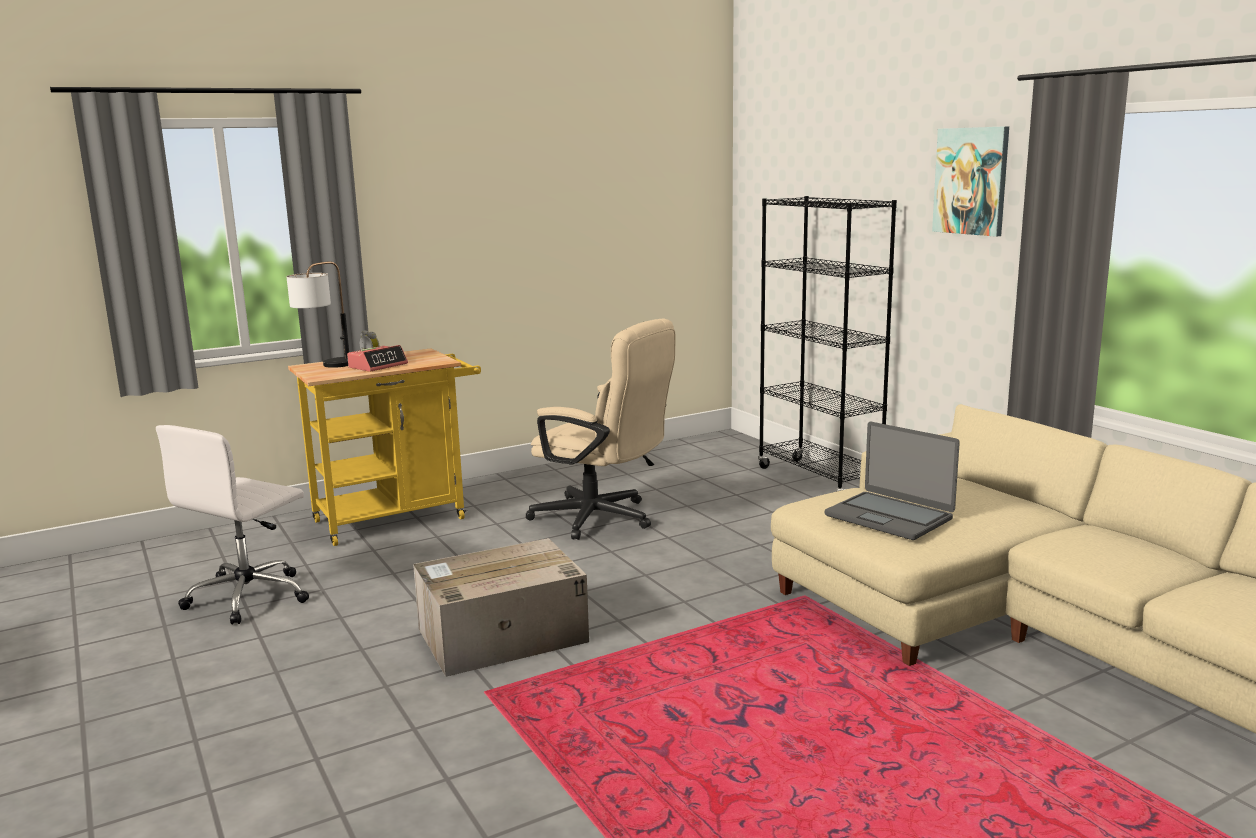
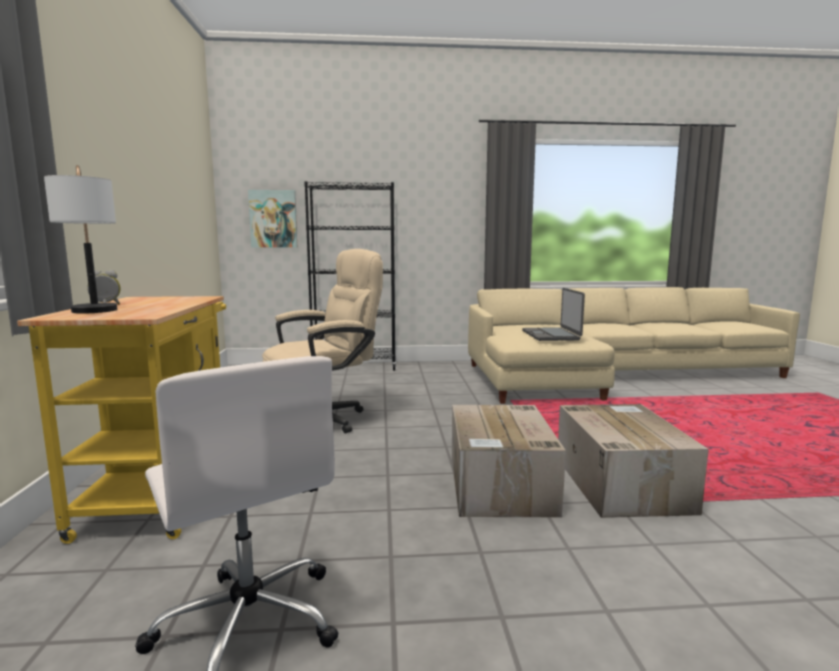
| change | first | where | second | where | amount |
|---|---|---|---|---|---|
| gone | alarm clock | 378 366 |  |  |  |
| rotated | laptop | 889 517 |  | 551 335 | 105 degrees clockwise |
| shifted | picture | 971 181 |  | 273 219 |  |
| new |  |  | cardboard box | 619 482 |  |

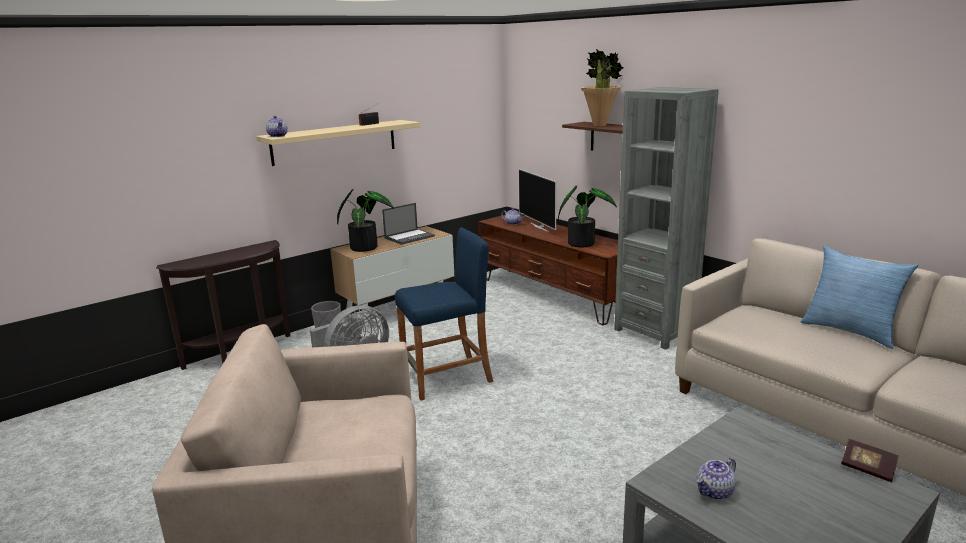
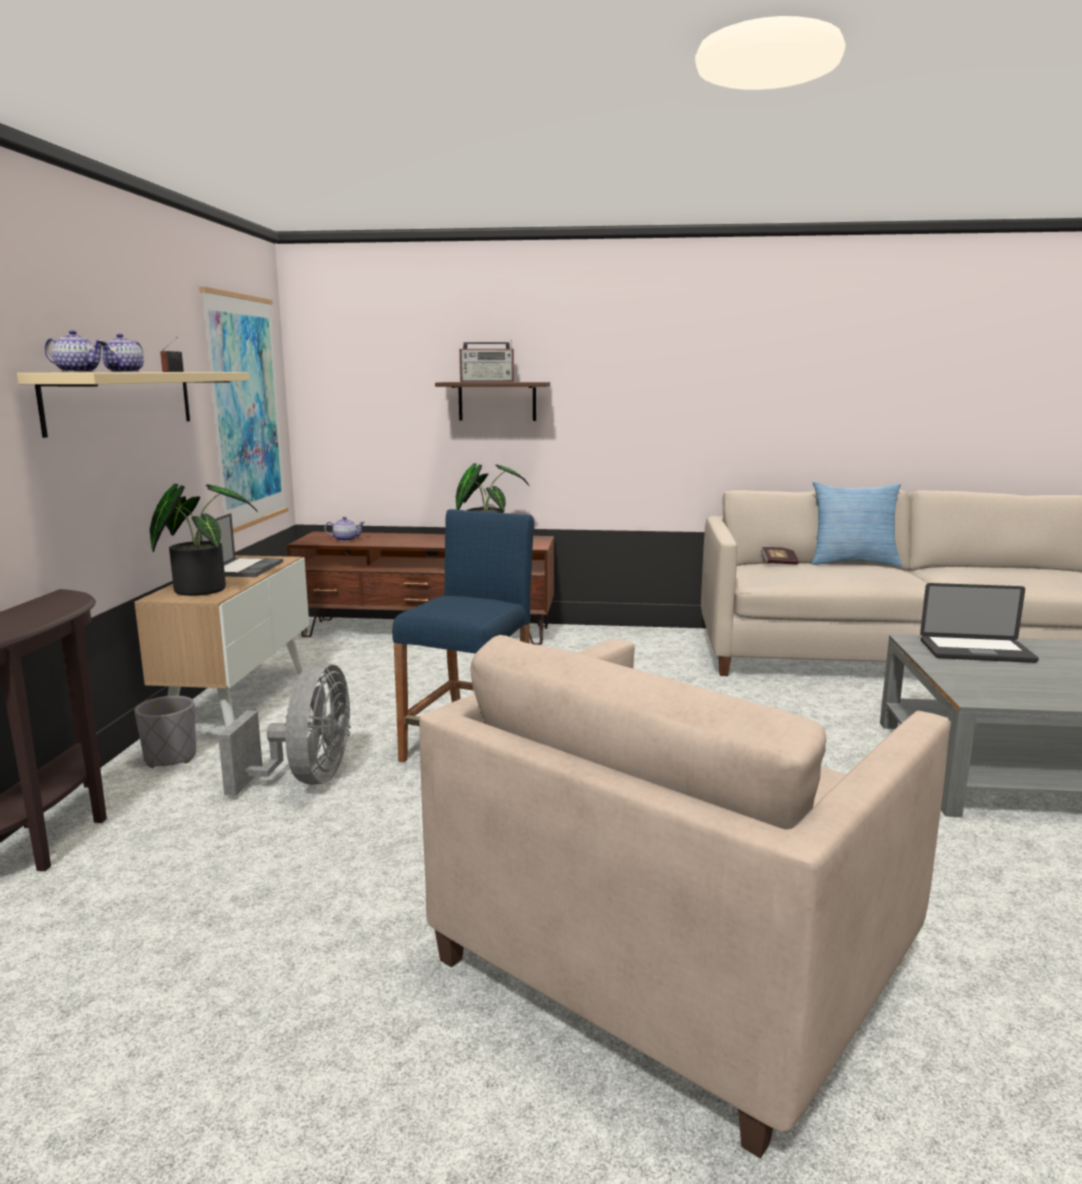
| change | first | where | second | where | amount |
|---|---|---|---|---|---|
| gone | television | 539 227 |  |  |  |
| swapped | potted plant | 600 125 | radio | 487 381 |  |
| gone | grey bookcase | 655 331 |  |  |  |
| shifted | teapot | 715 492 |  | 125 372 |  |
| shifted | book | 867 468 |  | 779 563 |  |
| new |  |  | picture | 245 411 |  |
| new |  |  | laptop | 976 651 |  |

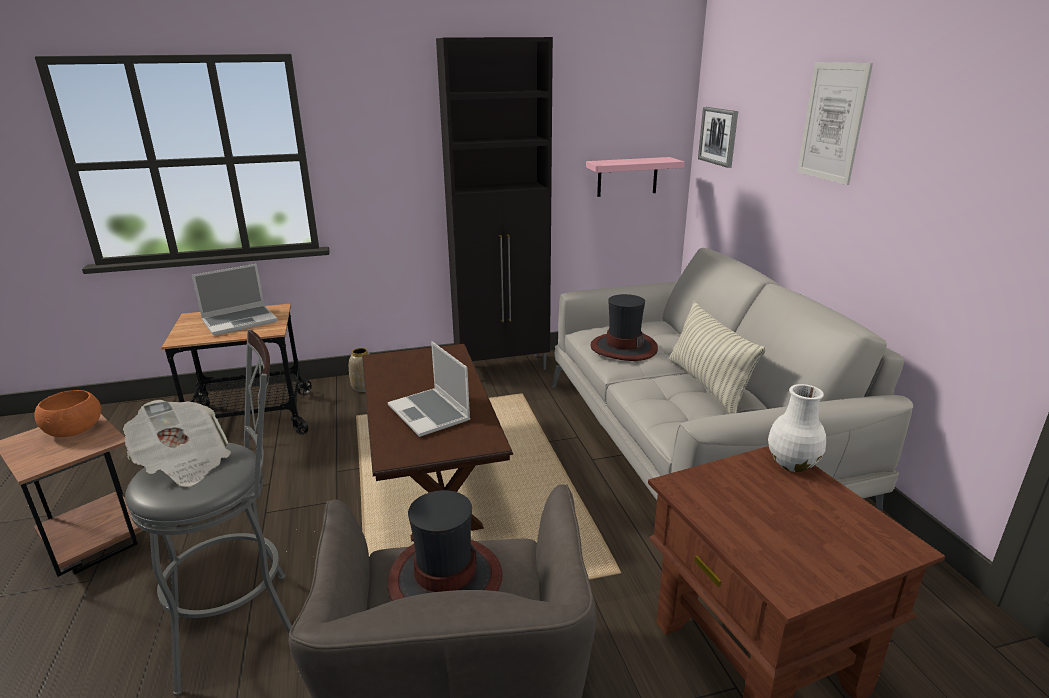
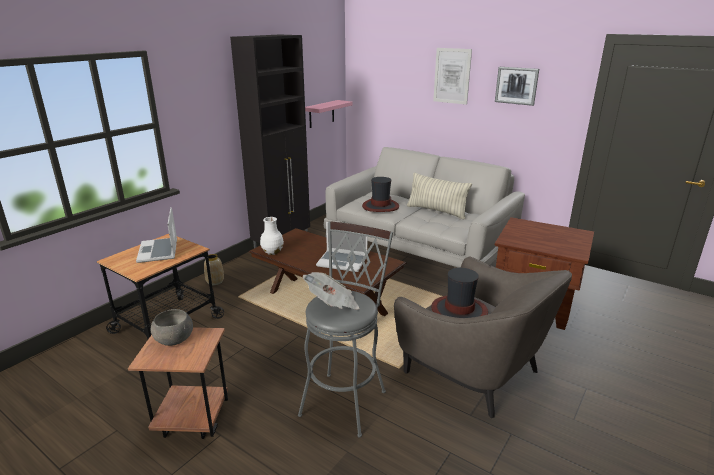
| change | first | where | second | where | amount |
|---|---|---|---|---|---|
| repainted | orange bowl | 74 430 | grey bowl | 174 339 |  |
| rotated | laptop | 240 321 |  | 159 251 | 150 degrees clockwise |
| shifted | picture | 718 136 |  | 516 85 |  |
| shifted | white vase | 791 464 |  | 272 252 |  |

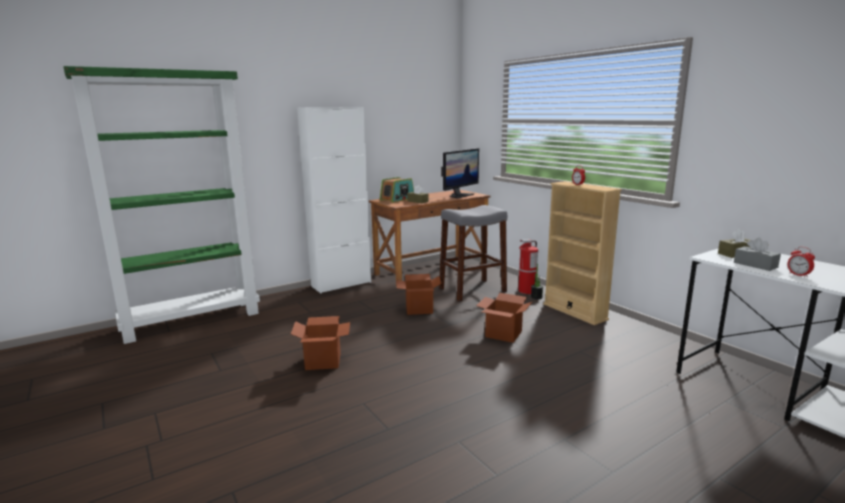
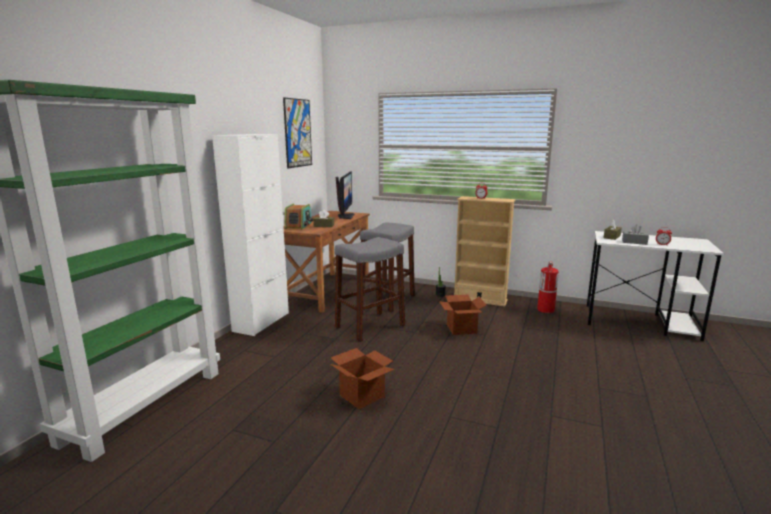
| change | first | where | second | where | amount |
|---|---|---|---|---|---|
| swapped | cardboard box | 419 309 | grey stool | 370 326 |  |
| shifted | fire extinguisher | 527 291 |  | 545 310 |  |
| new |  |  | picture | 298 133 |  |

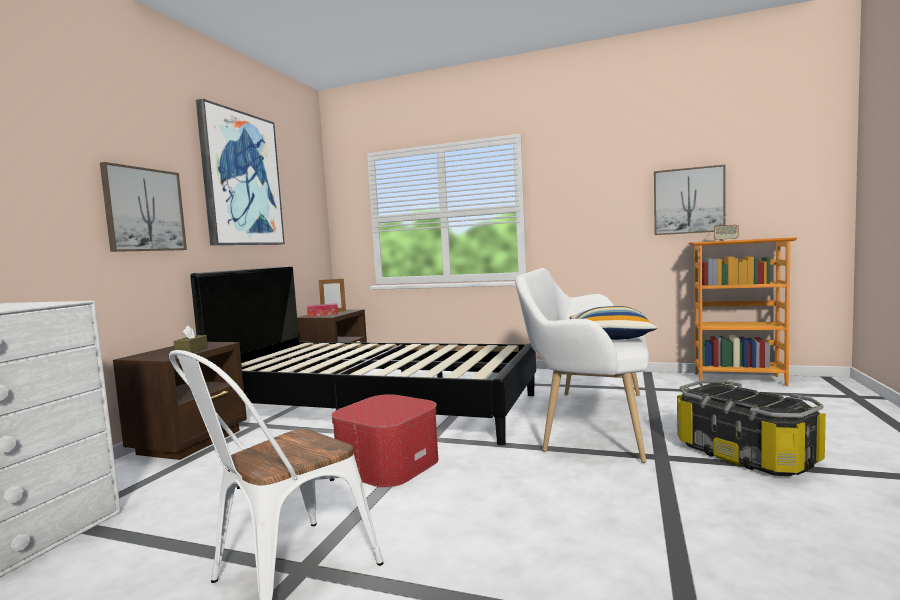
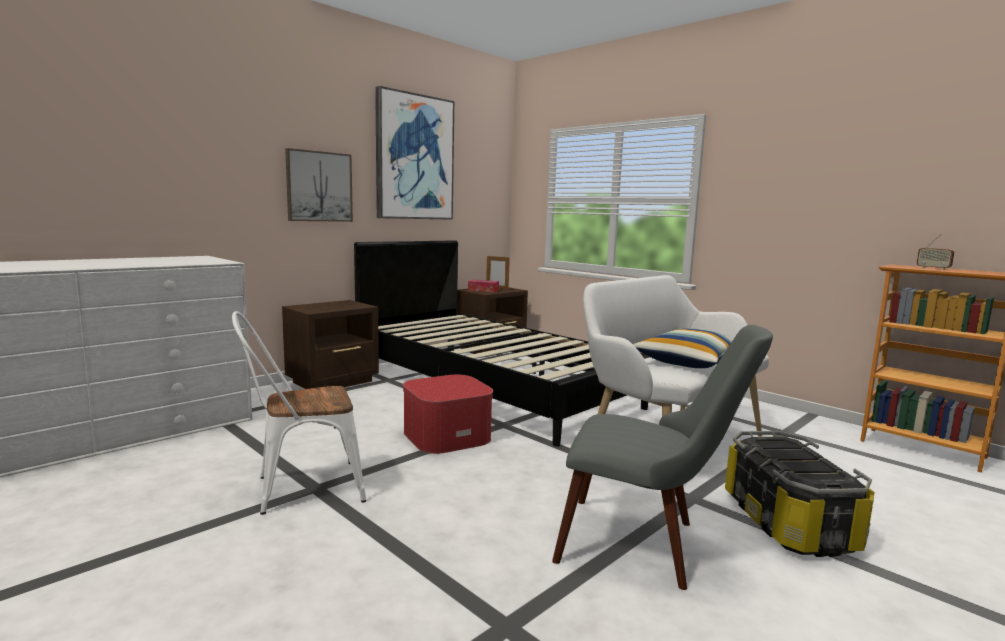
| change | first | where | second | where | amount |
|---|---|---|---|---|---|
| gone | brown tissue box | 191 351 |  |  |  |
| gone | picture | 688 201 |  |  |  |
| new |  |  | grey chair | 647 544 |  |

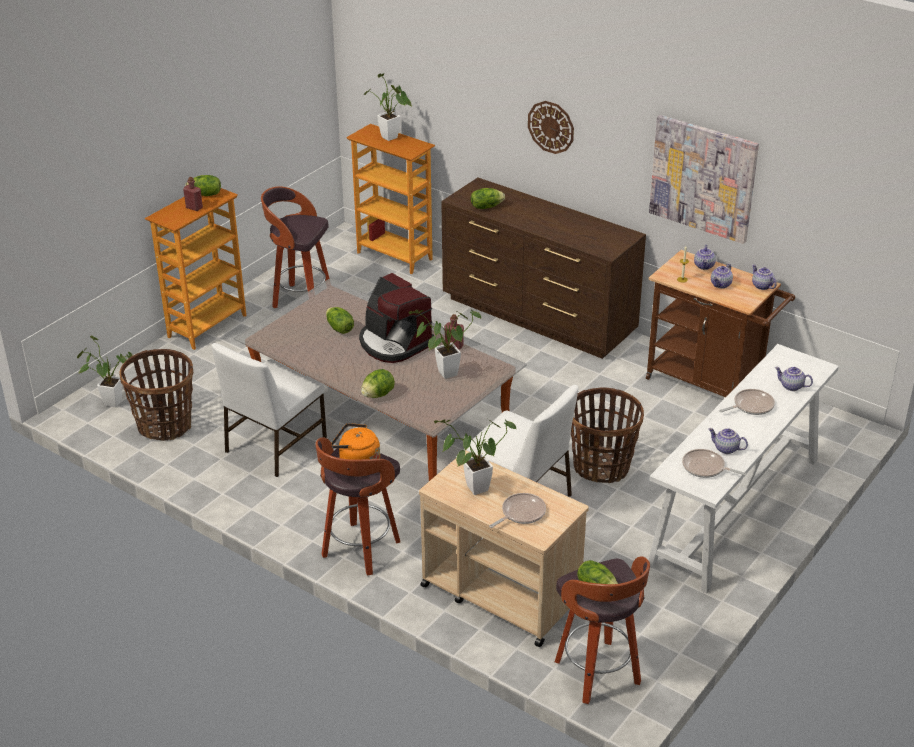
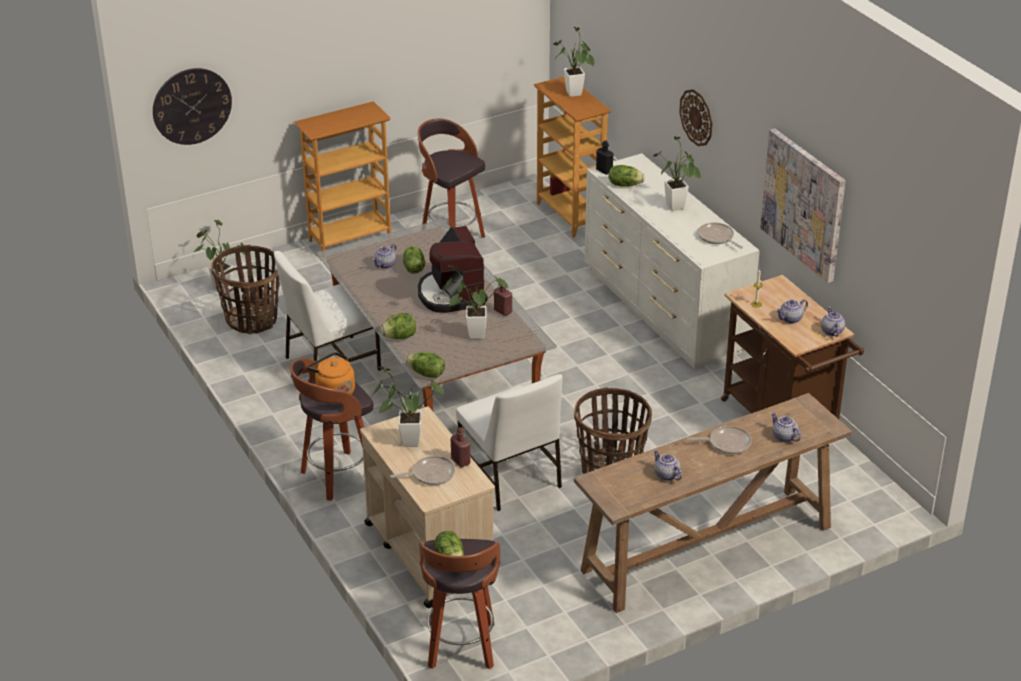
| change | first | where | second | where | amount |
|---|---|---|---|---|---|
| shifted | red bottle | 194 208 |  | 460 461 |  |
| shifted | lettuce | 205 195 |  | 426 374 |  |
| repainted | brown dresser | 538 317 | white dresser | 664 311 |  |
| repainted | white console table | 735 511 | brown console table | 706 549 |  |
| shifted | frying pan | 706 468 |  | 717 238 |  |
| shifted | teapot | 704 266 |  | 385 265 |  |
| new |  |  | wall clock | 192 106 |  |
| new |  |  | black bottle | 604 171 |  |
| new |  |  | potted plant | 676 209 |  |

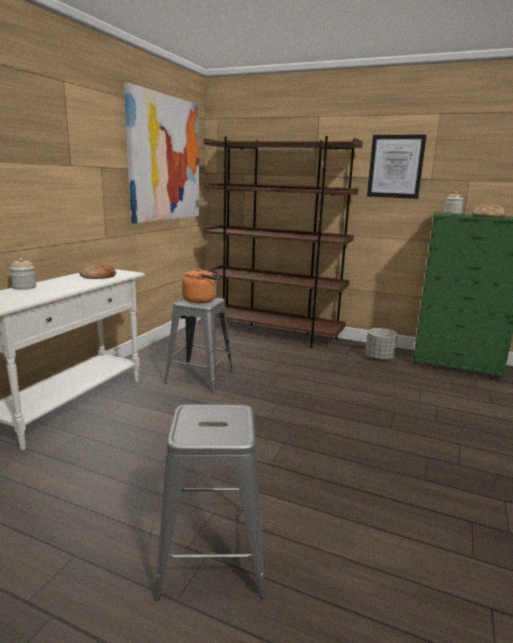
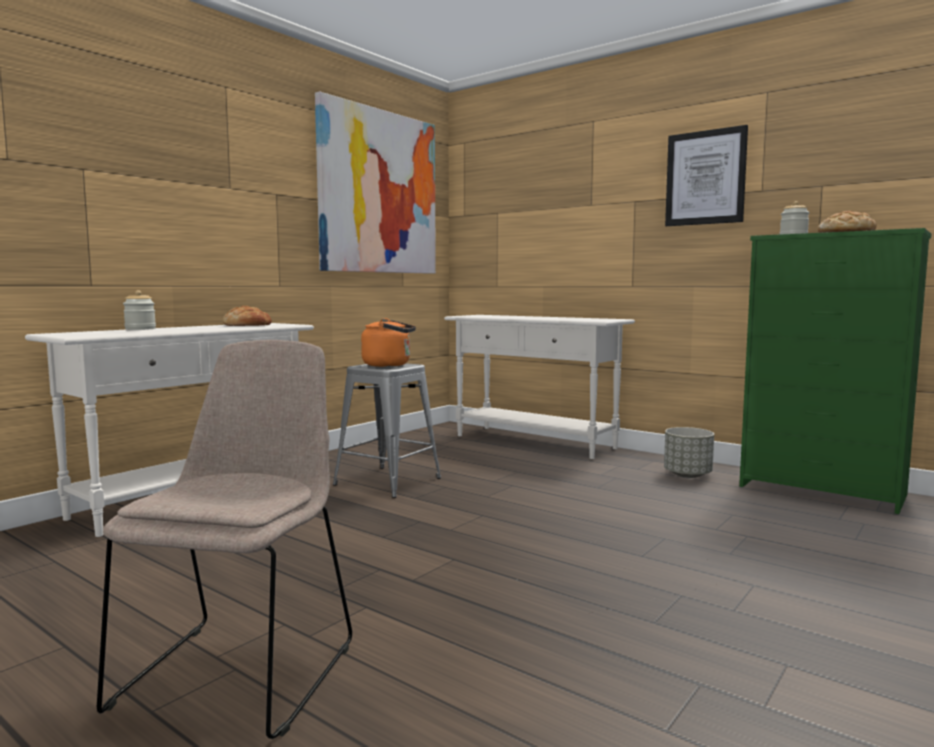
| change | first | where | second | where | amount |
|---|---|---|---|---|---|
| swapped | grey stool | 212 556 | beige chair | 241 670 |  |
| swapped | brown bookcase | 273 334 | white console table | 534 442 |  |

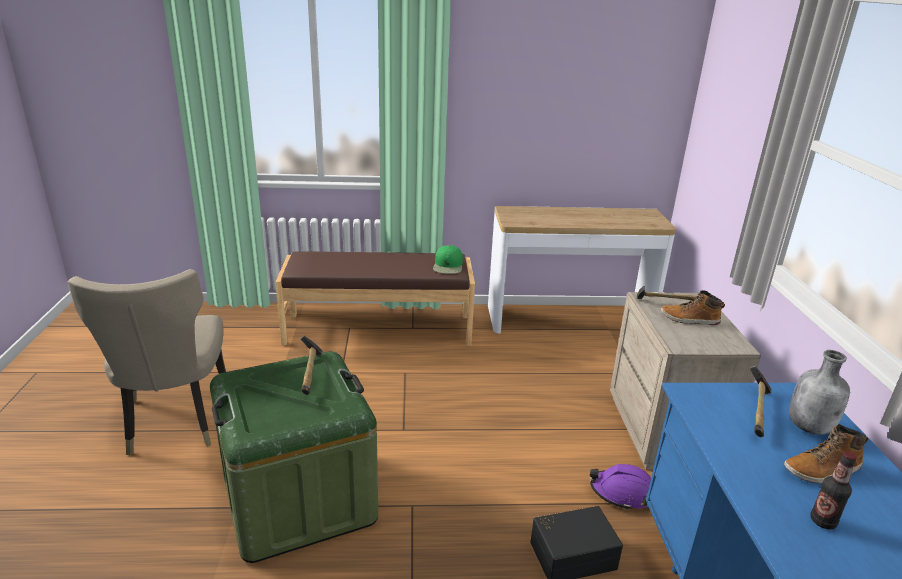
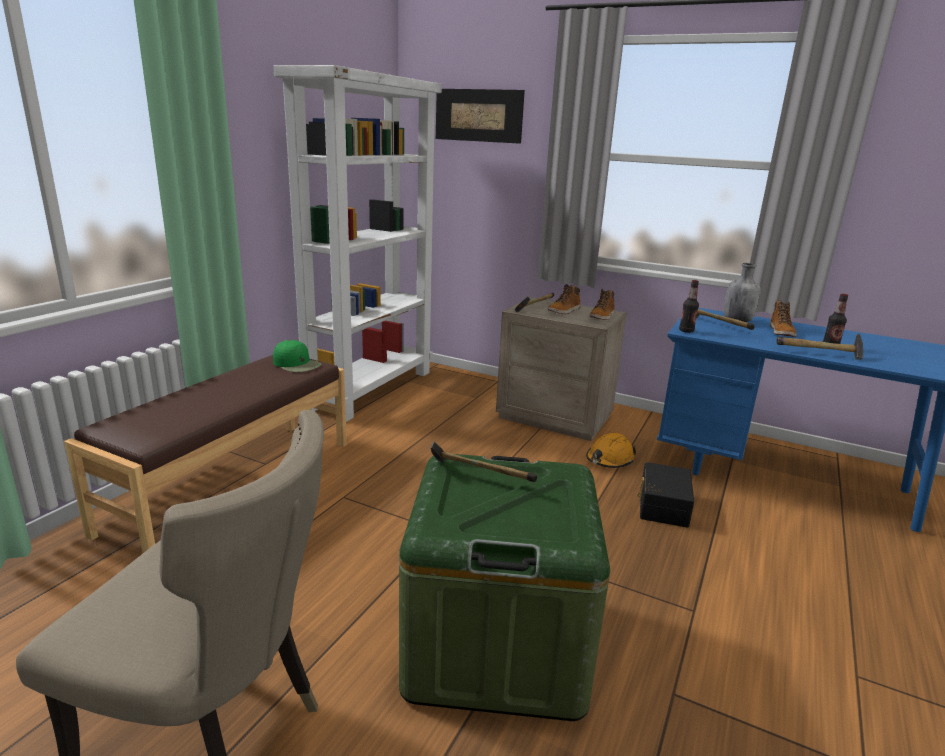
| change | first | where | second | where | amount |
|---|---|---|---|---|---|
| swapped | console table | 569 320 | white bookcase | 371 389 |  |
| repainted | purple hard hat | 622 493 | orange hard hat | 609 460 |  |
| new |  |  | picture | 478 115 |  |
| new |  |  | boot | 602 316 |  |
| new |  |  | bottle | 686 331 |  |
| new |  |  | hammer | 819 354 |  |

